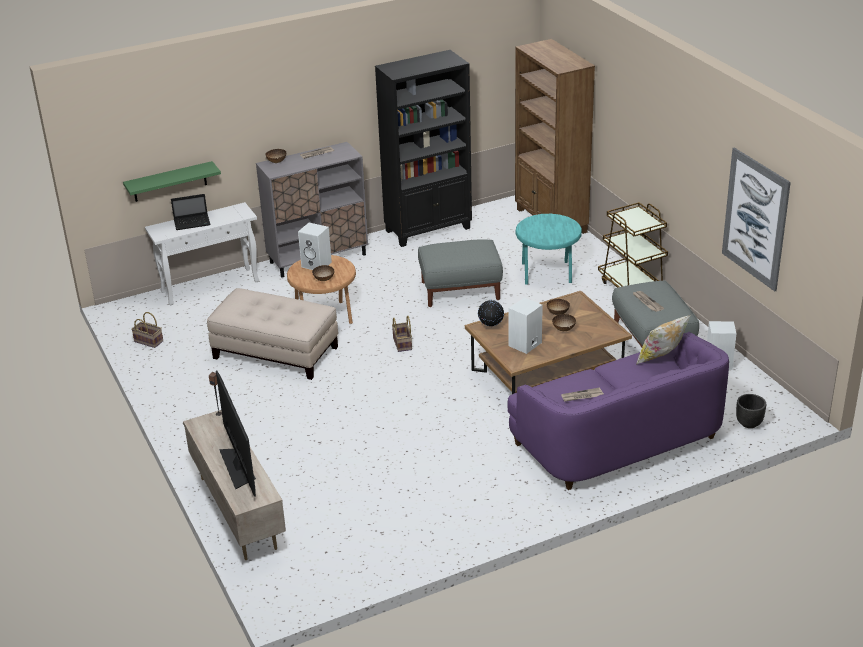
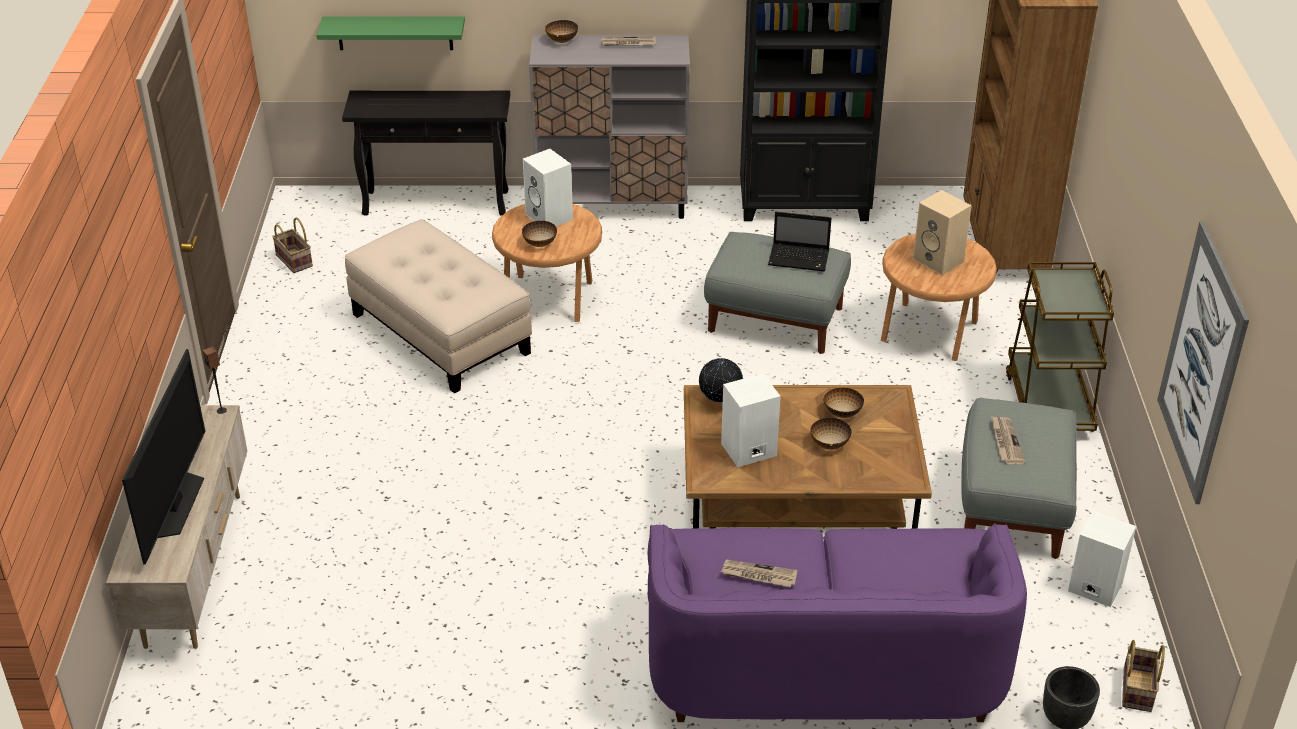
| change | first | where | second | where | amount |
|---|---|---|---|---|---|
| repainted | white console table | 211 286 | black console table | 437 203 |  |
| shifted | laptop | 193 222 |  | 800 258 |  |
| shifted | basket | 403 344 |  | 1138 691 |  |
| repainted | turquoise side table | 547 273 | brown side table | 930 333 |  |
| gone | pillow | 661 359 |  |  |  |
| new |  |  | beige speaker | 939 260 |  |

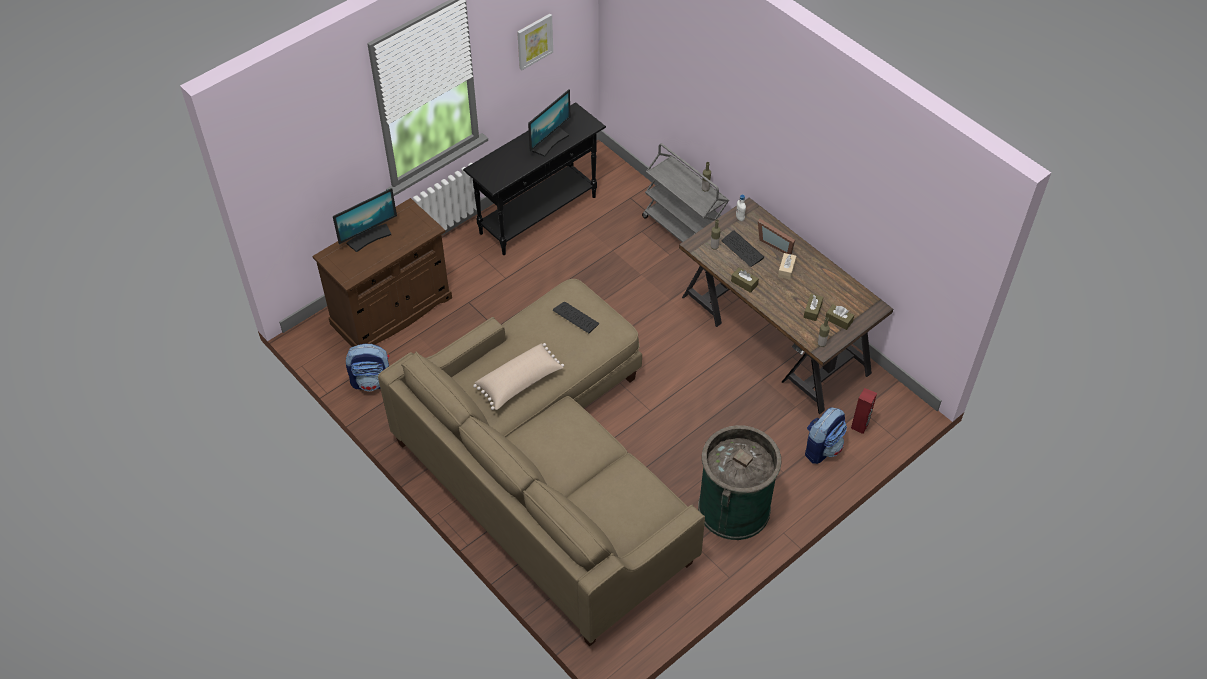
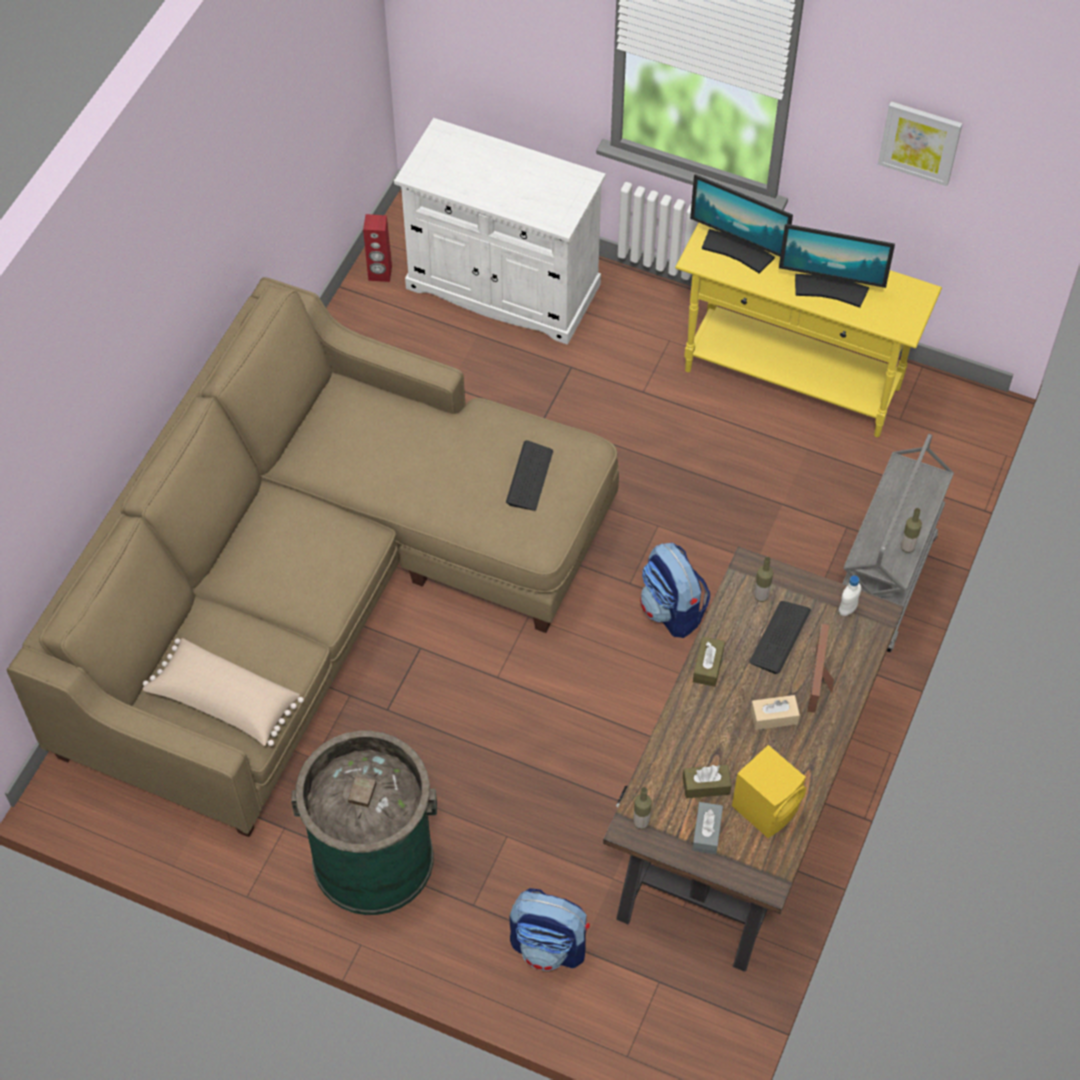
| change | first | where | second | where | amount |
|---|---|---|---|---|---|
| repainted | brown cabinet | 392 311 | white cabinet | 502 287 |  |
| shifted | monitor | 369 237 |  | 737 250 |  |
| shifted | backpack | 372 381 |  | 672 610 |  |
| repainted | black console table | 538 215 | yellow console table | 792 380 |  |
| shifted | beige pillow | 520 383 |  | 224 702 |  |
| repainted | brown tissue box | 838 320 | grey tissue box | 707 832 |  |
| shifted | red speaker | 860 426 |  | 380 274 |  |
| new |  |  | yellow speaker | 767 807 |  |

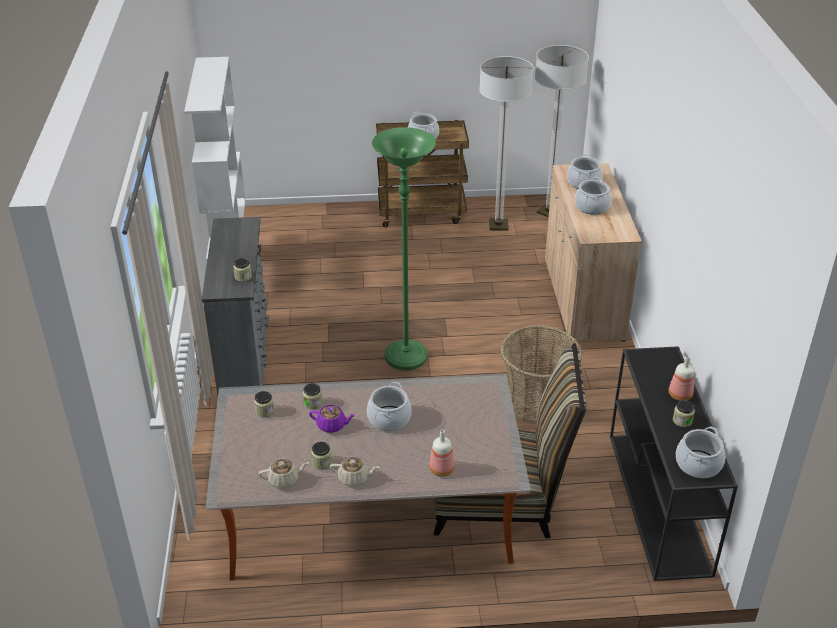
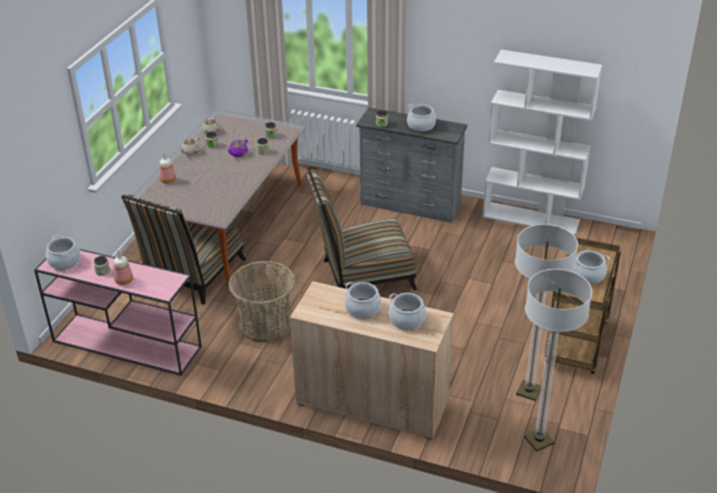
| change | first | where | second | where | amount |
|---|---|---|---|---|---|
| shifted | cooking pot | 389 419 |  | 421 126 |  |
| swapped | green floor lamp | 406 357 | chair | 362 275 |  |
| repainted | black console table | 659 503 | pink console table | 125 344 |  |

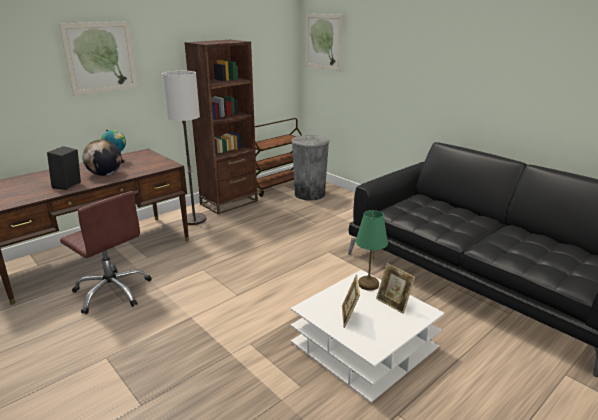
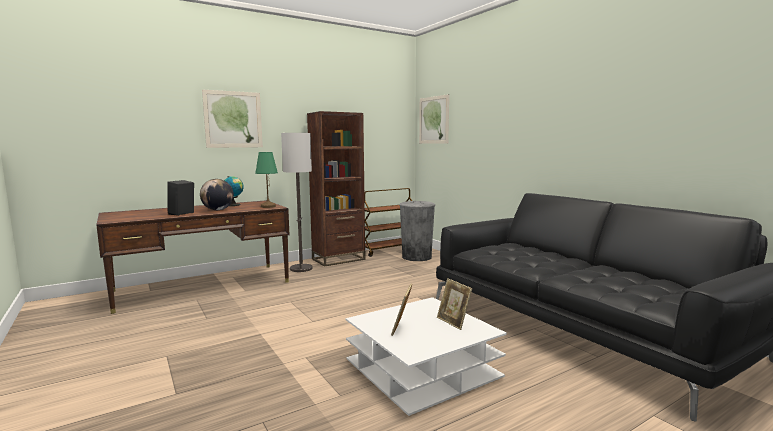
| change | first | where | second | where | amount |
|---|---|---|---|---|---|
| gone | brown office chair | 112 291 |  |  |  |
| shifted | green table lamp | 368 284 |  | 268 206 |  |

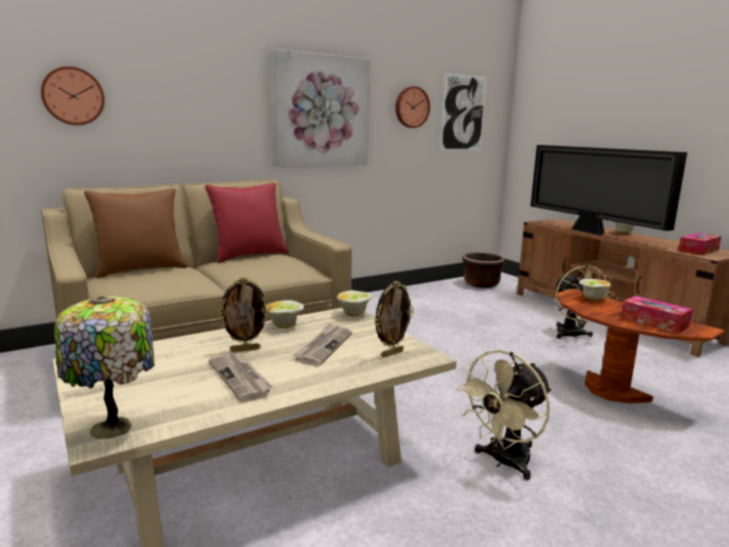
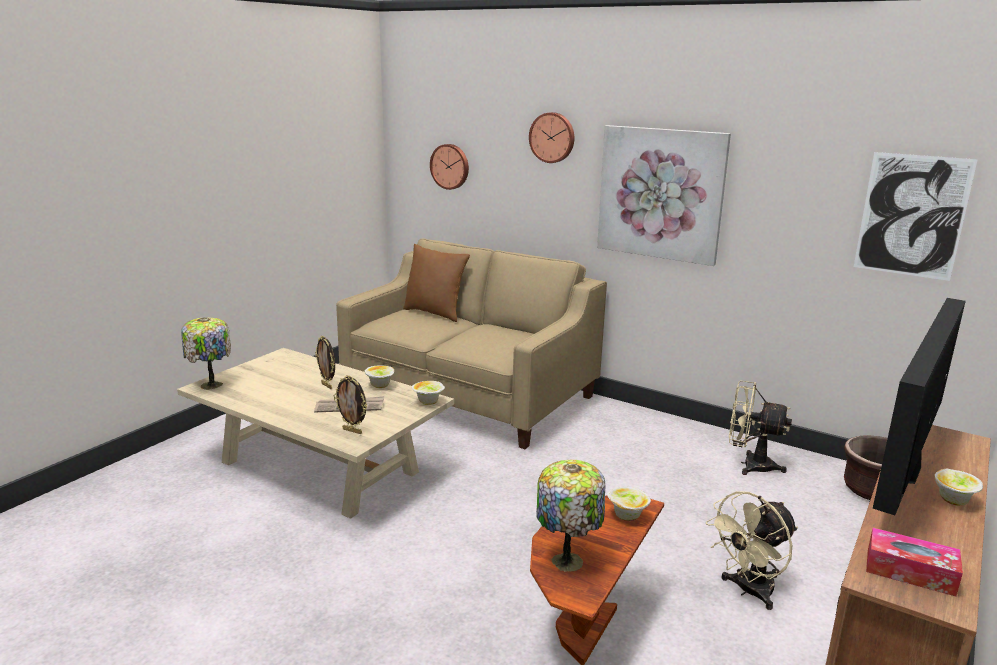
| change | first | where | second | where | amount |
|---|---|---|---|---|---|
| gone | red pillow | 249 256 |  |  |  |
| gone | newspaper | 241 378 |  |  |  |
| shifted | wall clock | 411 107 |  | 552 137 |  |
| shifted | beige fan | 503 462 |  | 749 465 |  |
| swapped | tissue box | 654 322 | table lamp | 568 560 |  |

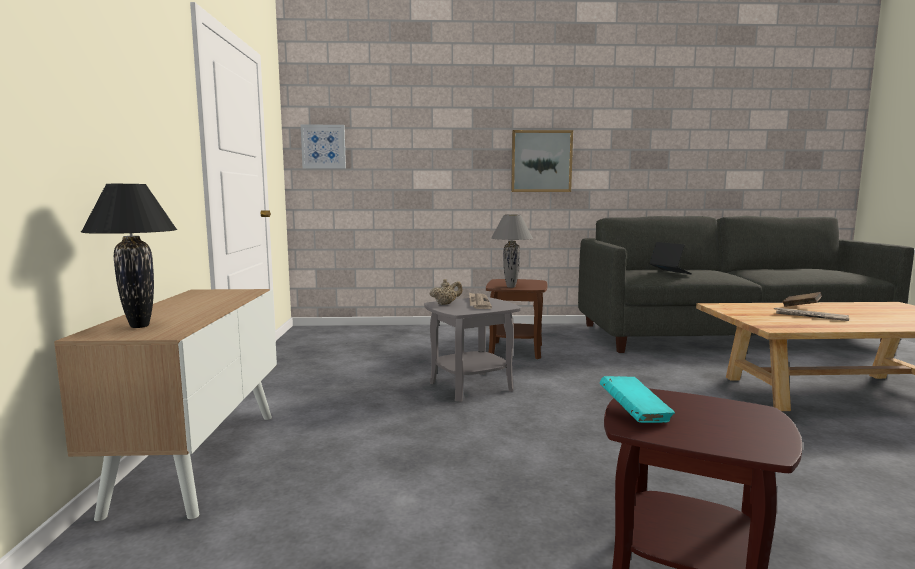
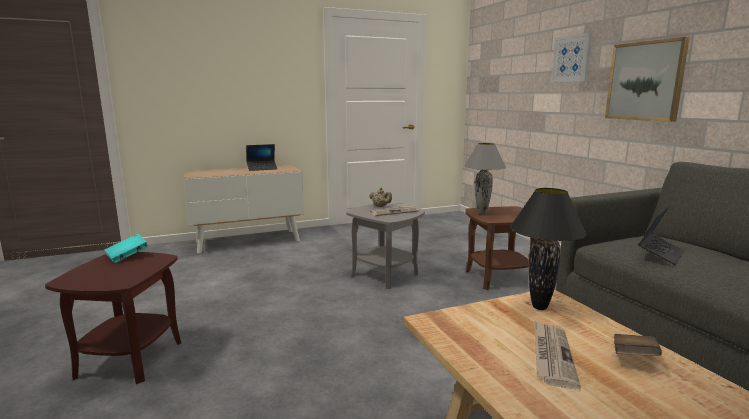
| change | first | where | second | where | amount |
|---|---|---|---|---|---|
| shifted | black table lamp | 140 326 |  | 540 307 |  |
| shifted | picture | 323 146 |  | 571 59 |  |
| new |  |  | laptop | 262 168 |  |

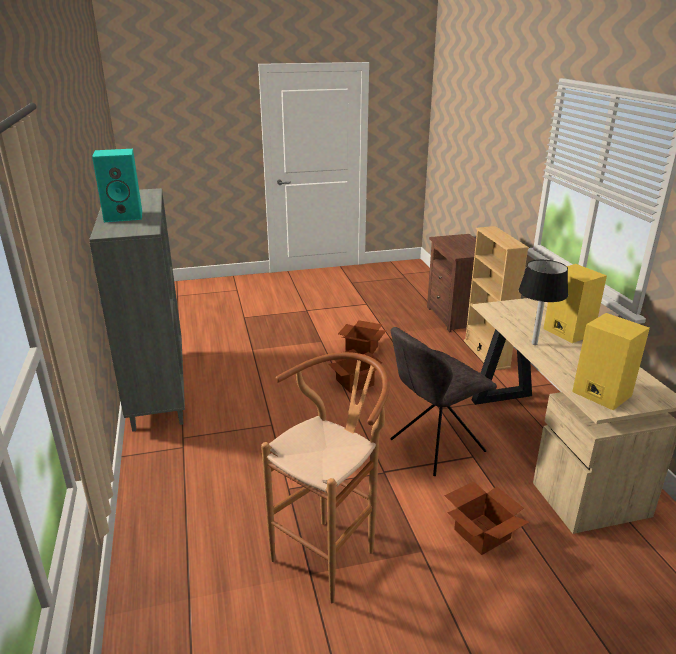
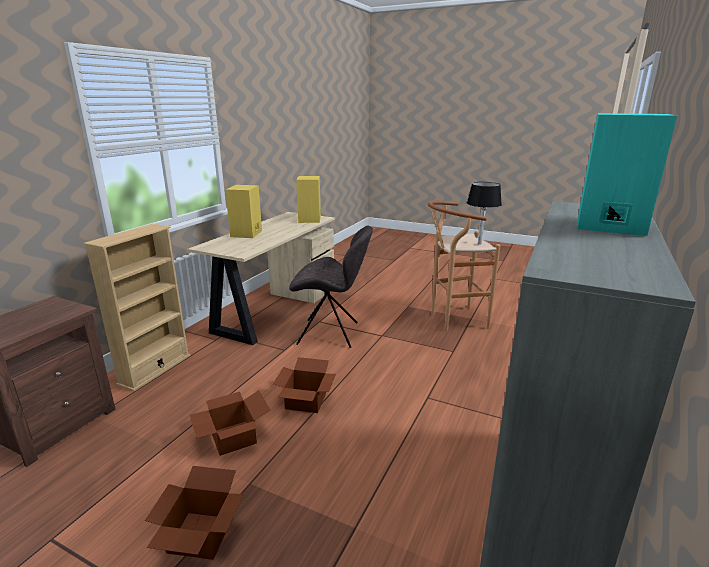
| change | first | where | second | where | amount |
|---|---|---|---|---|---|
| shifted | cardboard box | 481 532 |  | 198 536 |  |
| shifted | black table lamp | 534 343 |  | 479 243 |  |

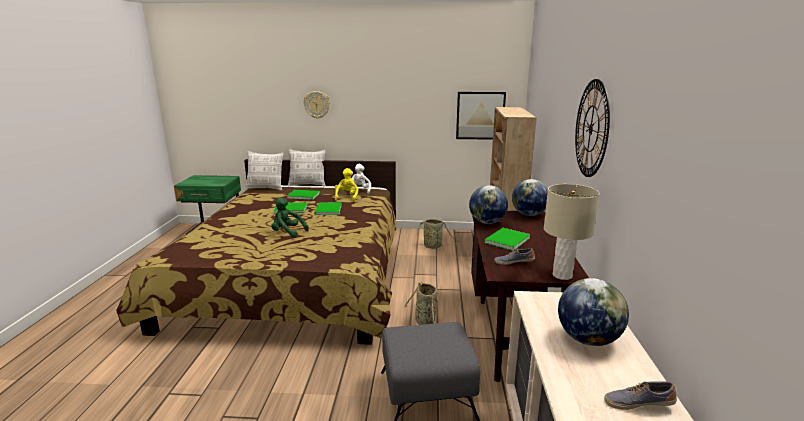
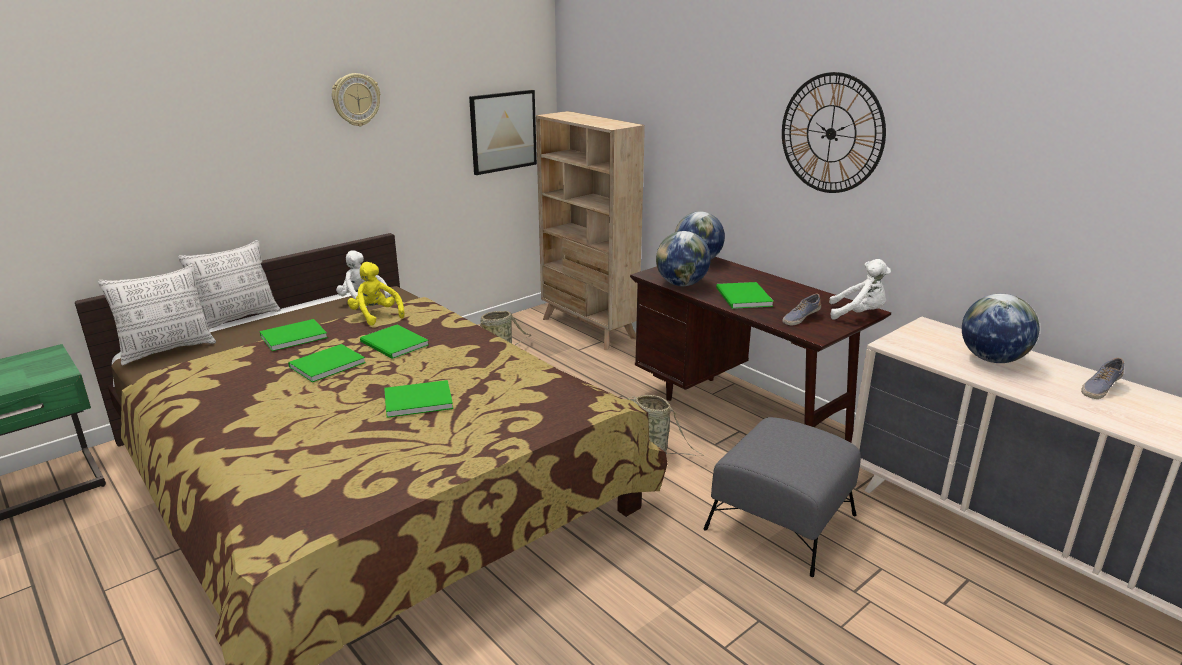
| change | first | where | second | where | amount |
|---|---|---|---|---|---|
| swapped | green plush toy | 287 232 | green book | 416 400 |  |
| shifted | wall clock | 317 104 |  | 356 99 |  |
| swapped | beige table lamp | 562 275 | white plush toy | 858 314 |  |

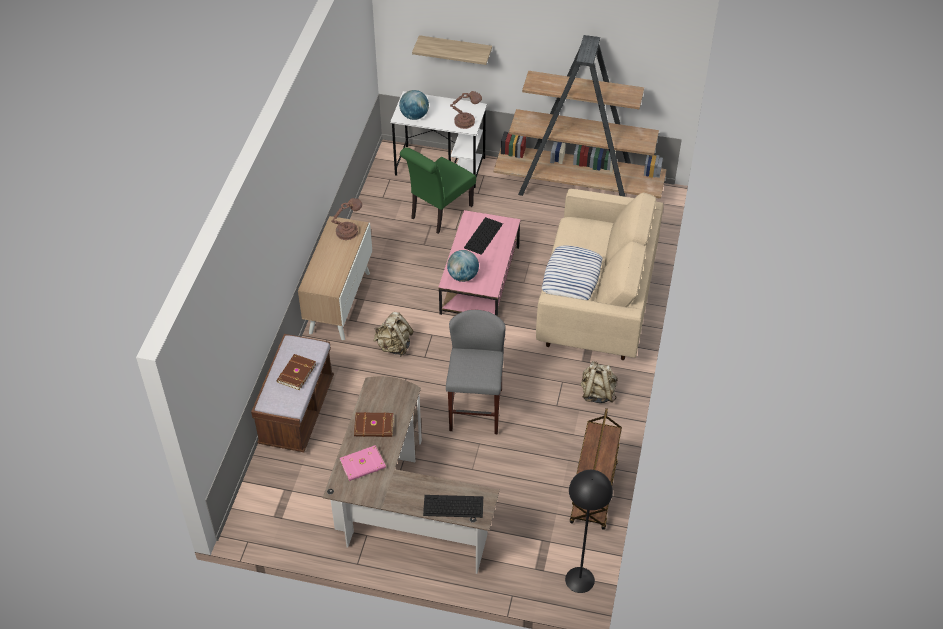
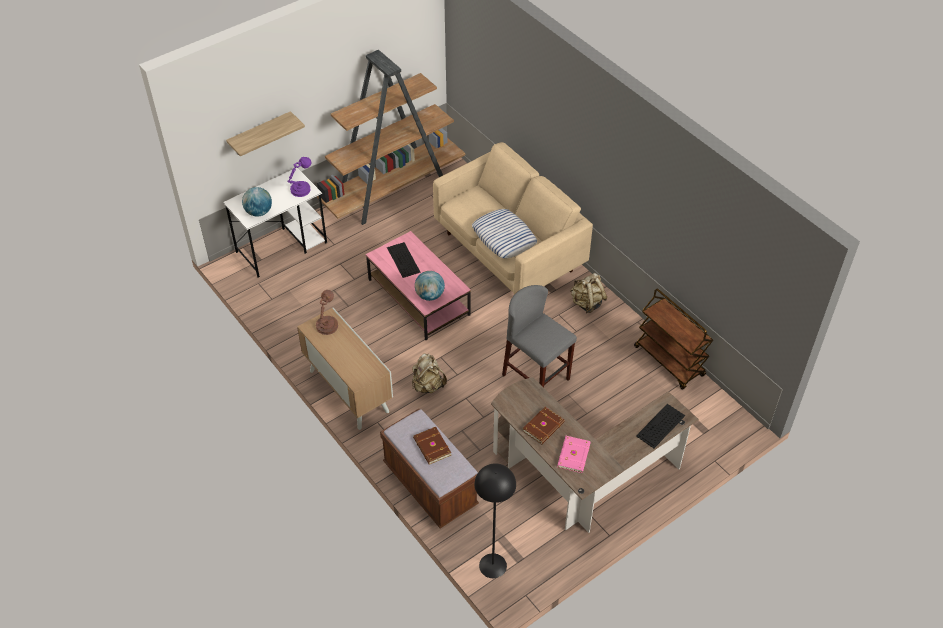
| change | first | where | second | where | amount |
|---|---|---|---|---|---|
| gone | green chair | 438 213 |  |  |  |
| repainted | brown table lamp | 466 121 | purple table lamp | 301 189 |  |
| shifted | black floor lamp | 579 579 |  | 492 565 |  |

